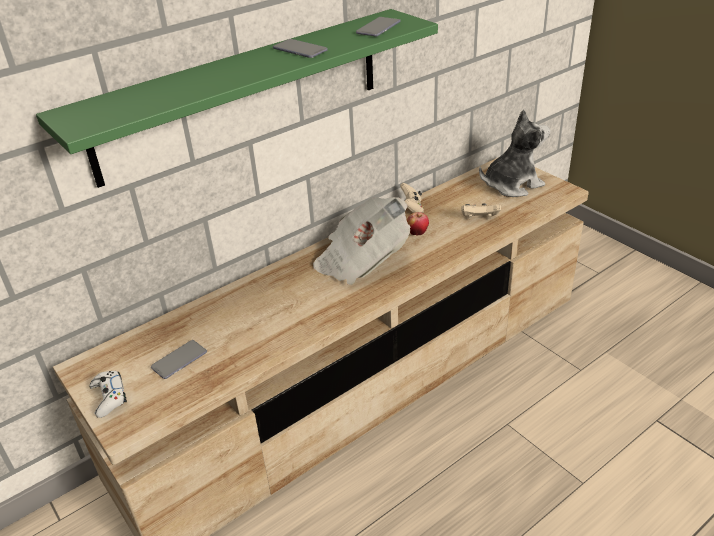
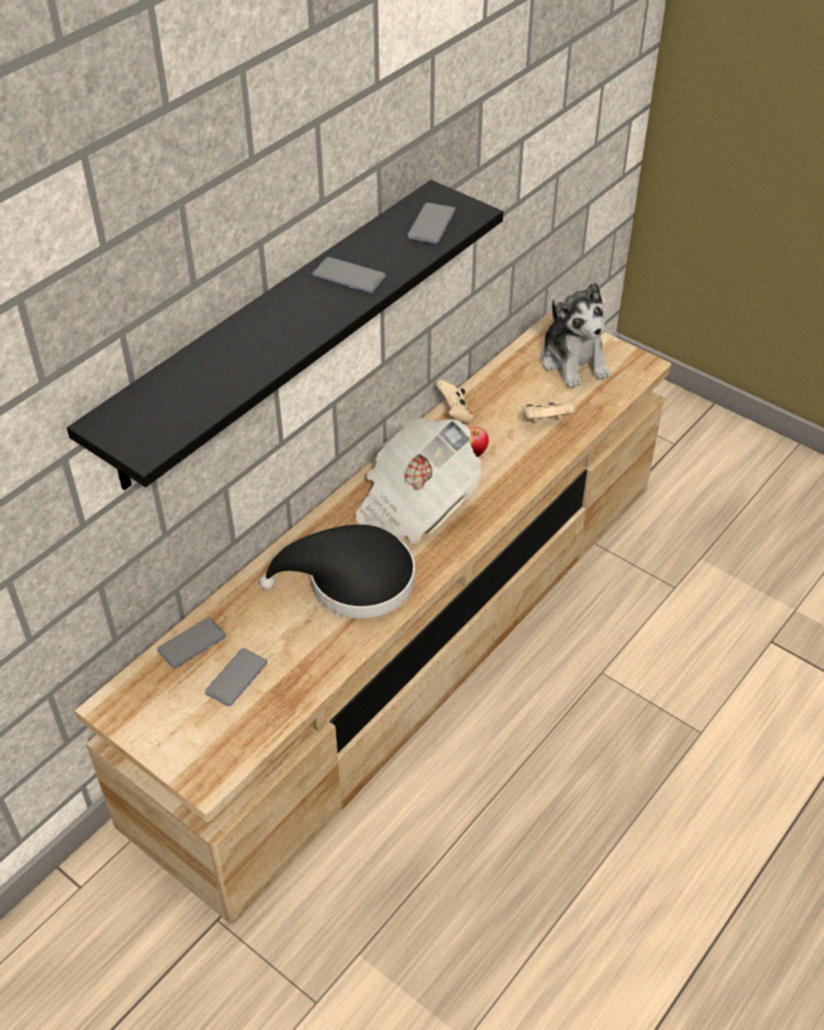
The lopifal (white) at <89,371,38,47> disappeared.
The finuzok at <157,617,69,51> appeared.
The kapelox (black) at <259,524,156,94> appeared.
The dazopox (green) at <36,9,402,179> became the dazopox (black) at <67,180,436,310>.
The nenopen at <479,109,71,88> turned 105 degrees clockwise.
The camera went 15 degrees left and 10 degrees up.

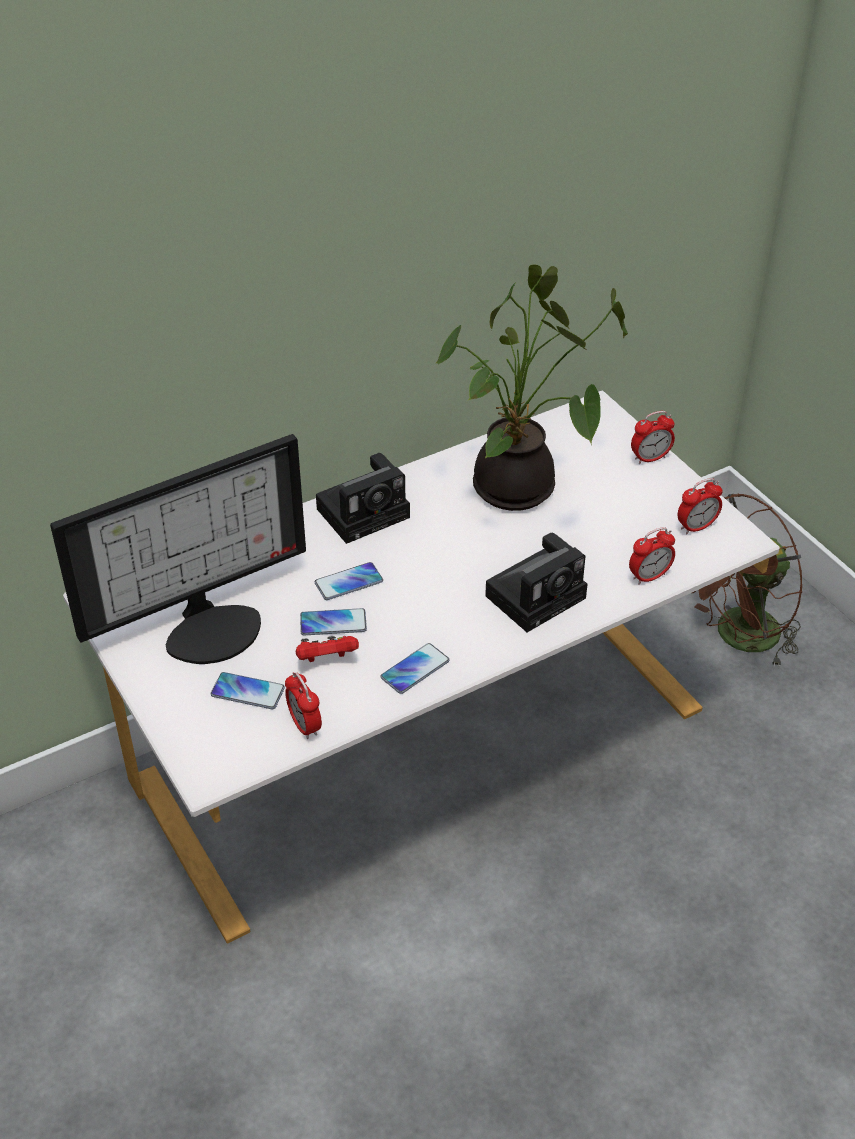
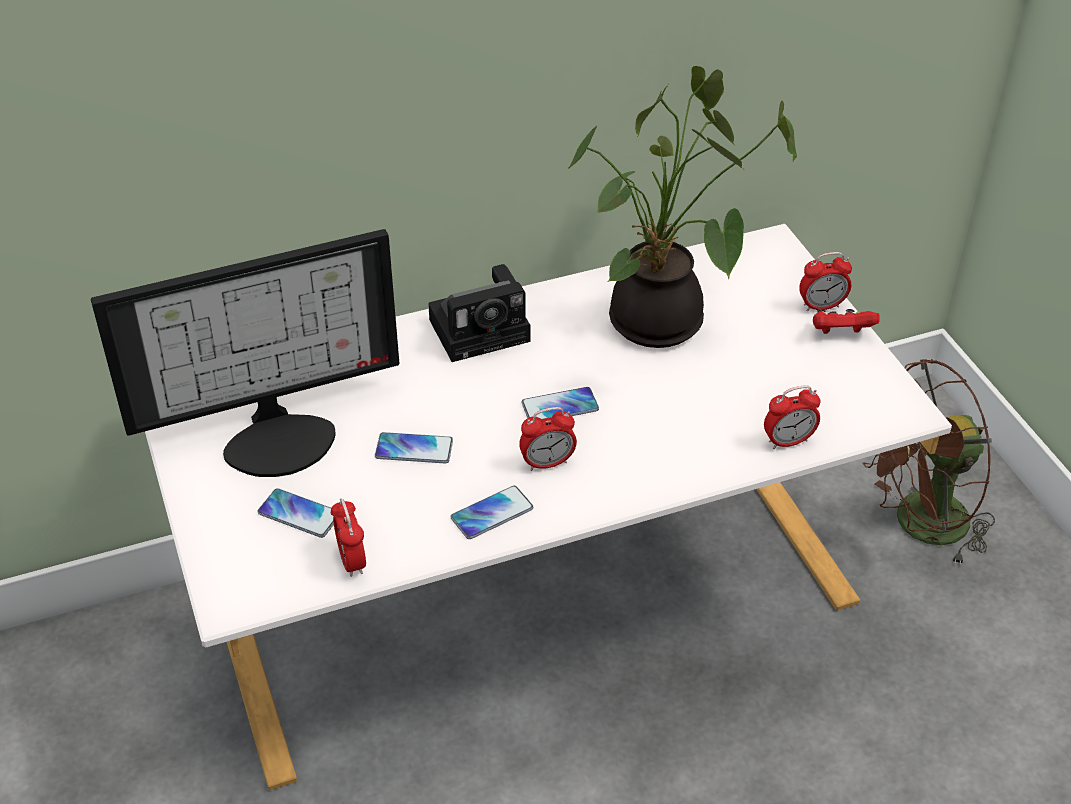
The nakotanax at <485,533,102,99> disappeared.
The lopifal (red) moved from <296,636,63,26> to <813,309,67,25>.
The finuzok moved from <315,562,68,38> to <522,387,77,32>.
The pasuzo moved from <678,478,45,57> to <519,407,58,64>.
The camera went 10 degrees right and 0 degrees up.

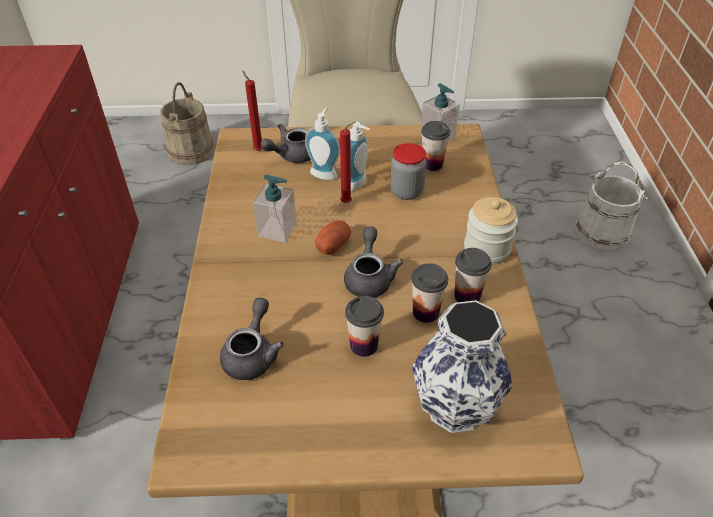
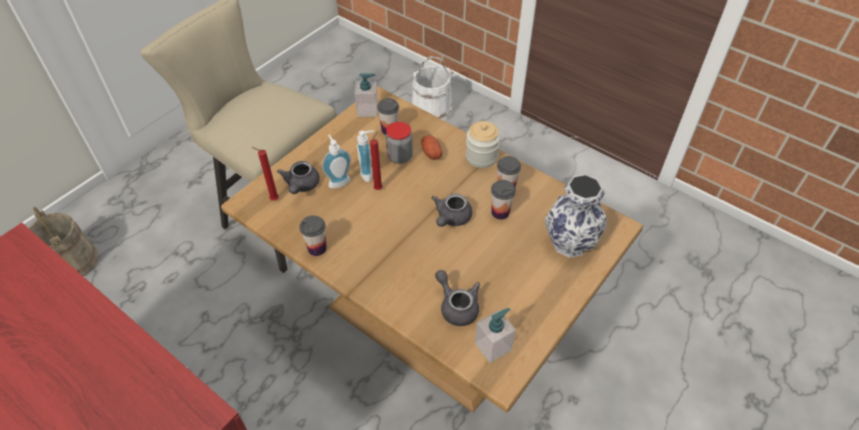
The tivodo moved from <253,175,44,68> to <475,308,41,55>.
The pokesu moved from <315,220,36,35> to <421,135,21,25>.
The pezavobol moved from <345,296,39,61> to <299,215,28,41>.
The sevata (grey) at <344,227,59,71> turned 105 degrees counterclockwise.
The camera went 50 degrees left and 5 degrees up.

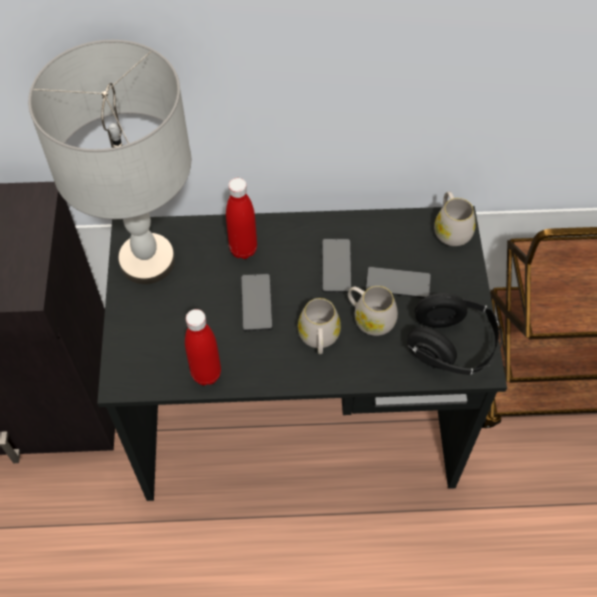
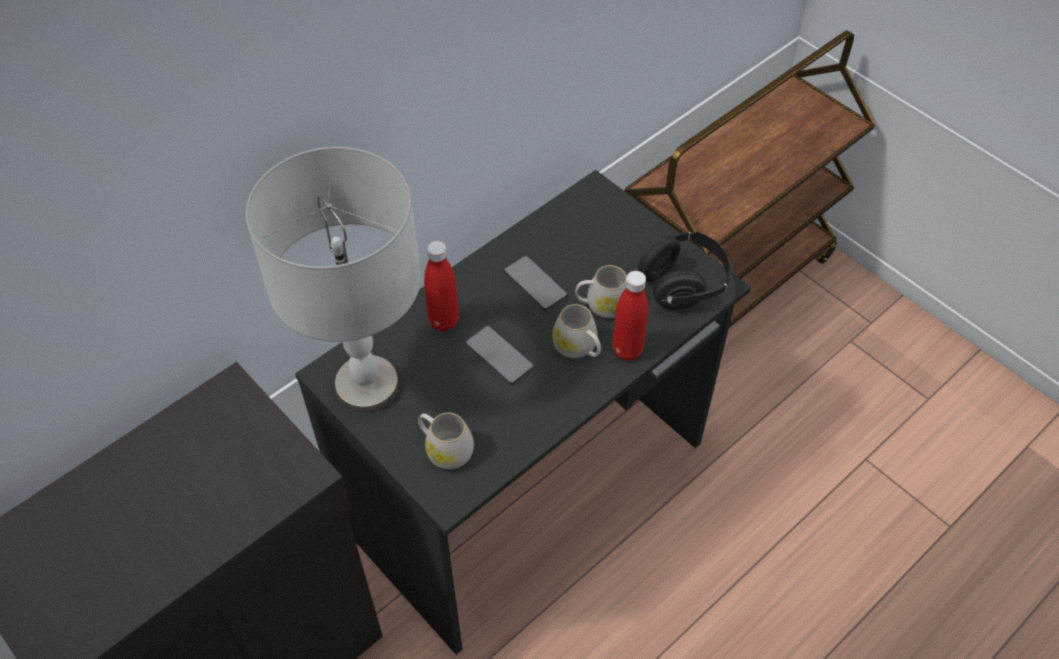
The finuzok at <365,267,66,31> disappeared.
The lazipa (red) moved from <185,309,36,76> to <612,271,36,90>.
The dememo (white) moved from <434,192,42,54> to <418,412,56,57>.
The camera went 40 degrees left and 5 degrees down.

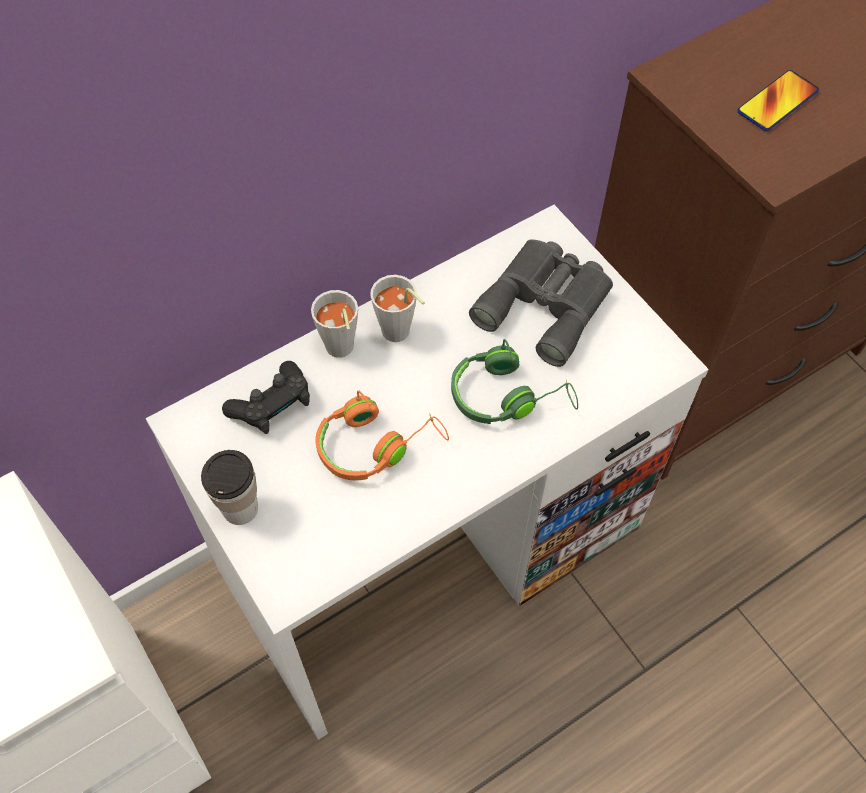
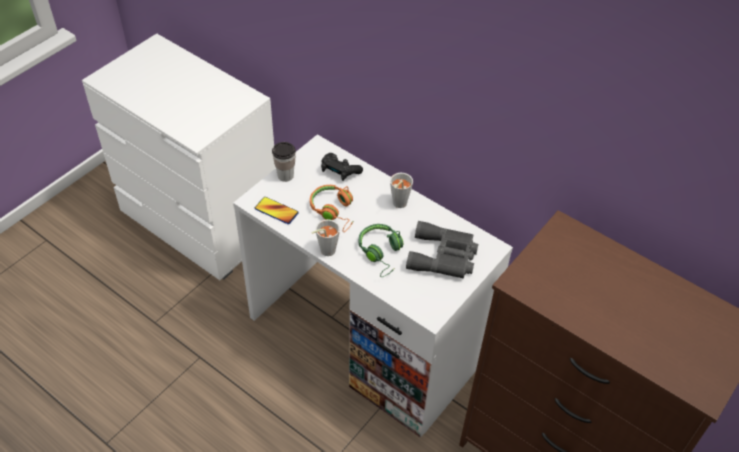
The pezavobol (grey) moved from <311,290,47,68> to <311,219,29,37>.
The finuzok moved from <737,70,82,61> to <255,197,44,27>.
The camera went 70 degrees right and 10 degrees down.

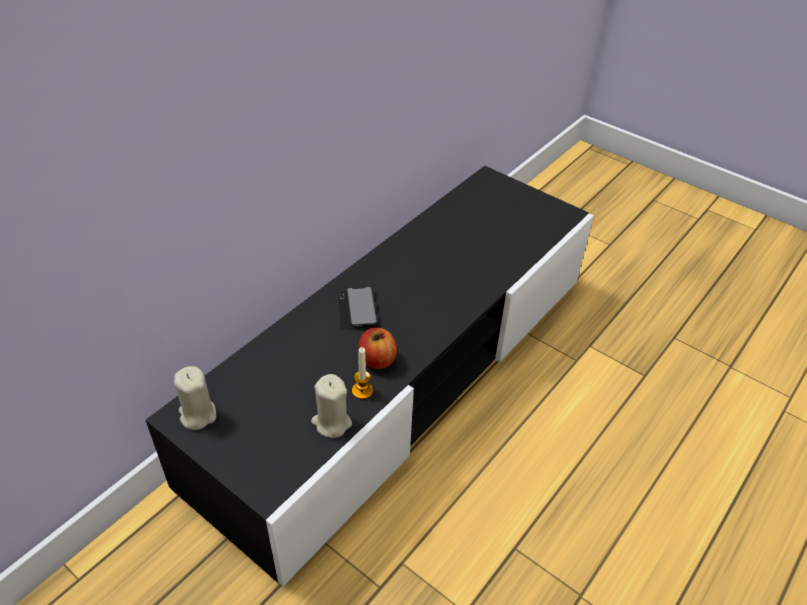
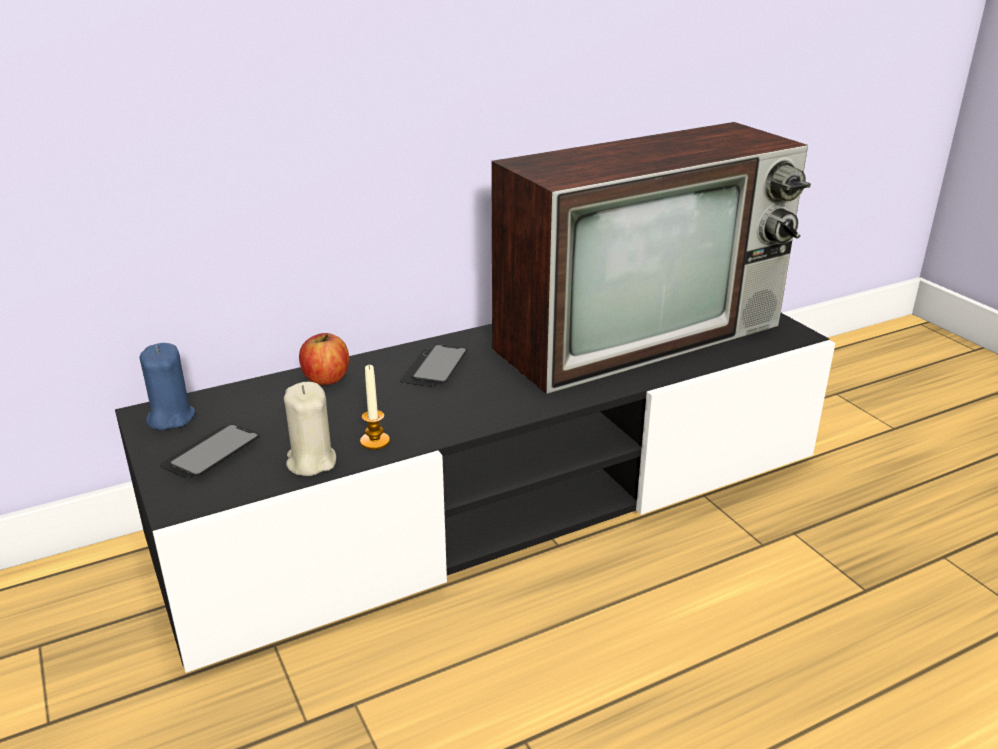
The finuzok at <160,424,100,54> appeared.
The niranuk at <491,122,320,272> appeared.
The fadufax moved from <359,327,38,42> to <299,333,50,52>.
The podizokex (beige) at <174,366,42,64> became the podizokex (blue) at <139,343,56,87>.
The camera went 25 degrees right and 15 degrees down.

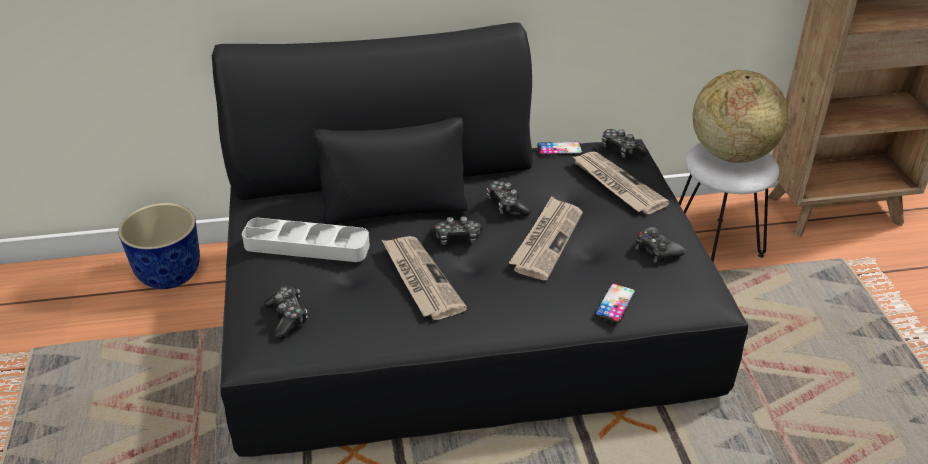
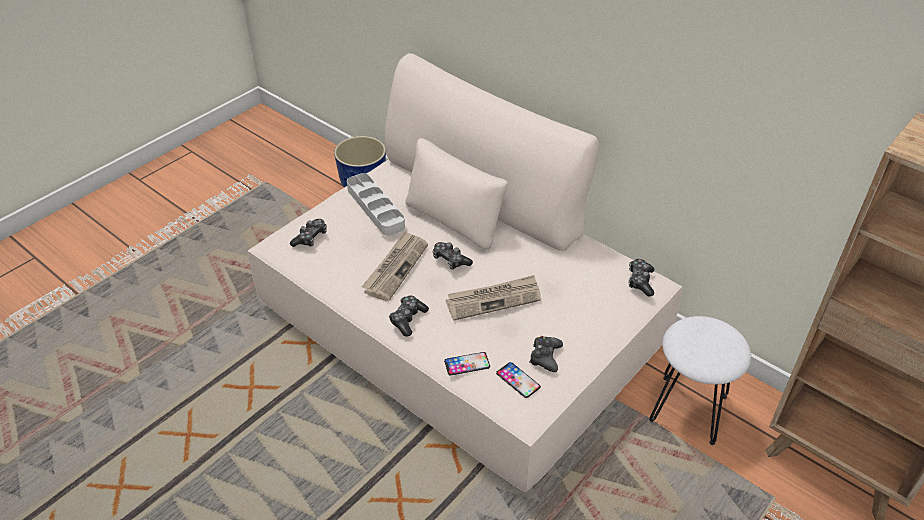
The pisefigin at <572,151,98,63> disappeared.
The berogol at <693,70,95,93> disappeared.
The lopifal moved from <486,180,45,36> to <389,296,40,40>.
The finuzok moved from <537,142,46,13> to <496,362,45,36>.
The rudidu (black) at <212,22,536,435> became the rudidu (beige) at <248,53,434,439>.
The camera went 50 degrees right and 5 degrees up.

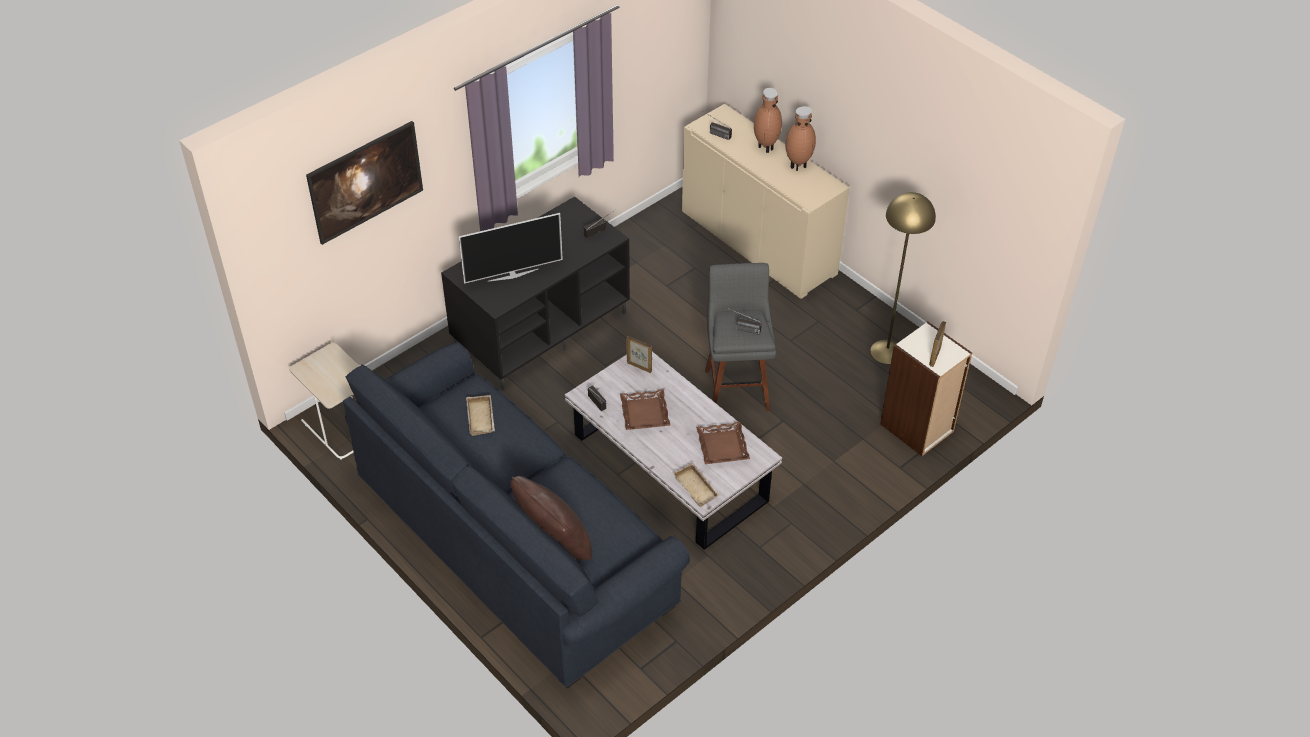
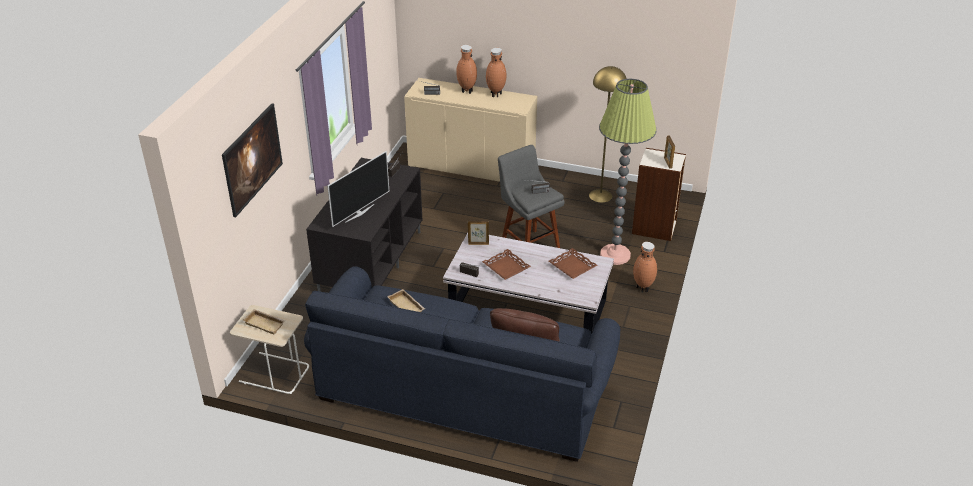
The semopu at <599,79,58,186> appeared.
The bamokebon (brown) at <633,242,24,51> appeared.
The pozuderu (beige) moved from <673,463,47,44> to <243,309,42,26>.
The camera went 30 degrees left and 10 degrees down.

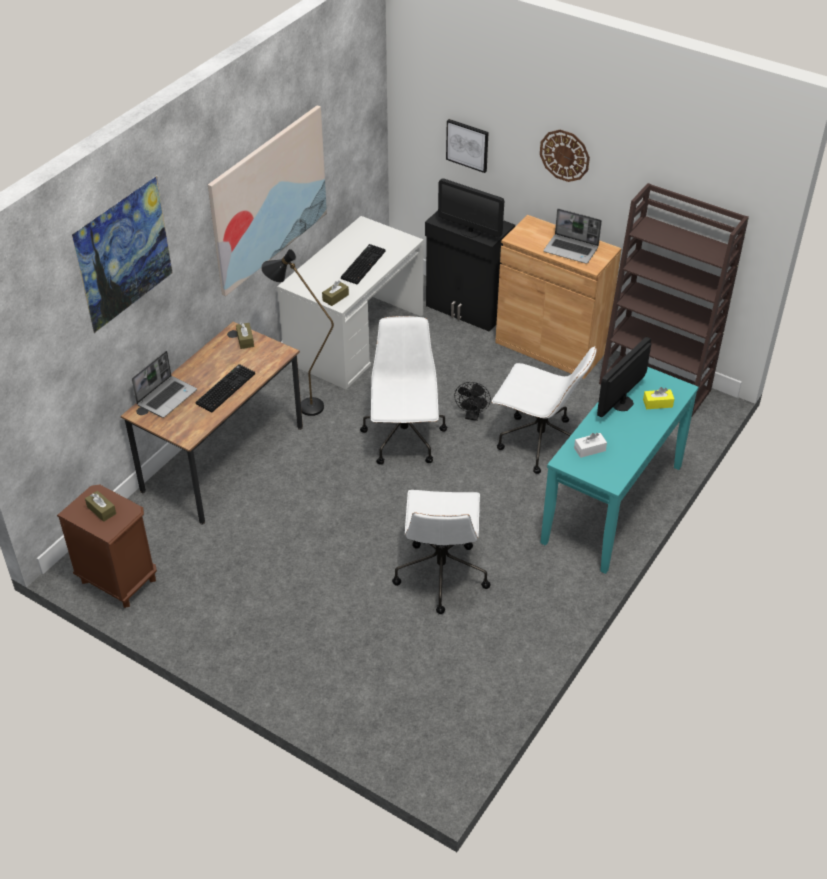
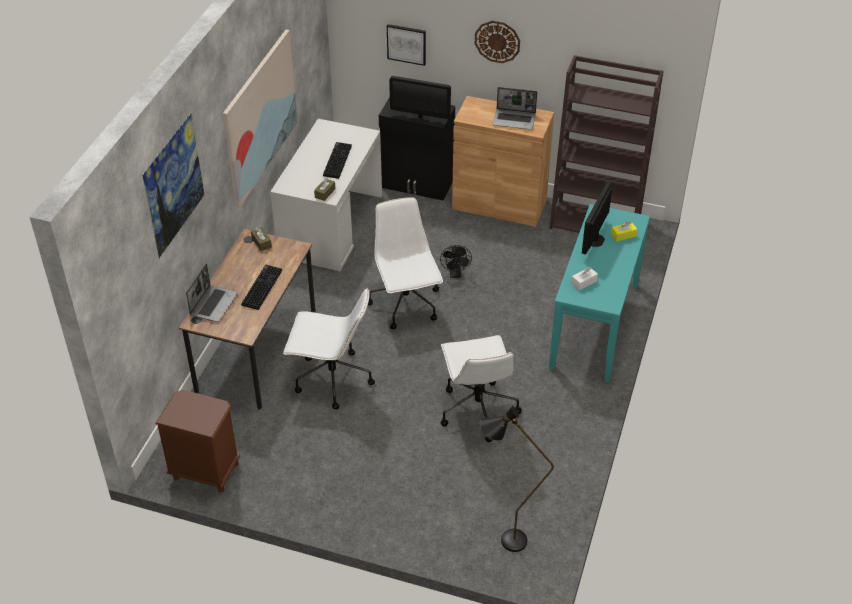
The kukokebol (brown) at <85,491,31,31> disappeared.
The semopu (black) moved from <261,249,73,167> to <480,406,74,146>.
The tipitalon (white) moved from <492,346,104,128> to <283,288,92,121>.
The camera went 15 degrees left and 0 degrees up.

